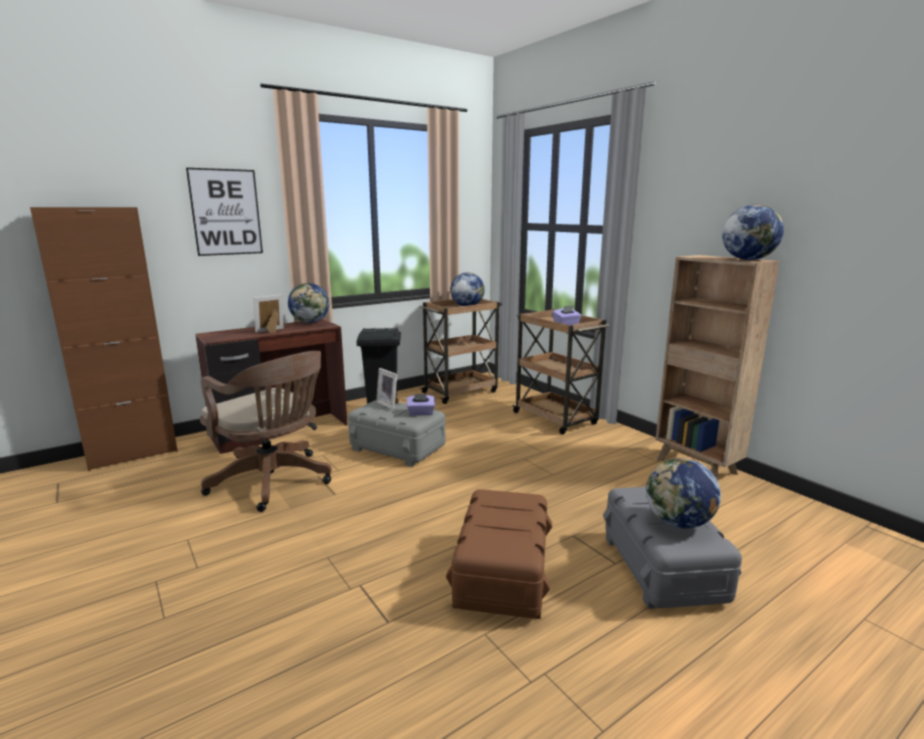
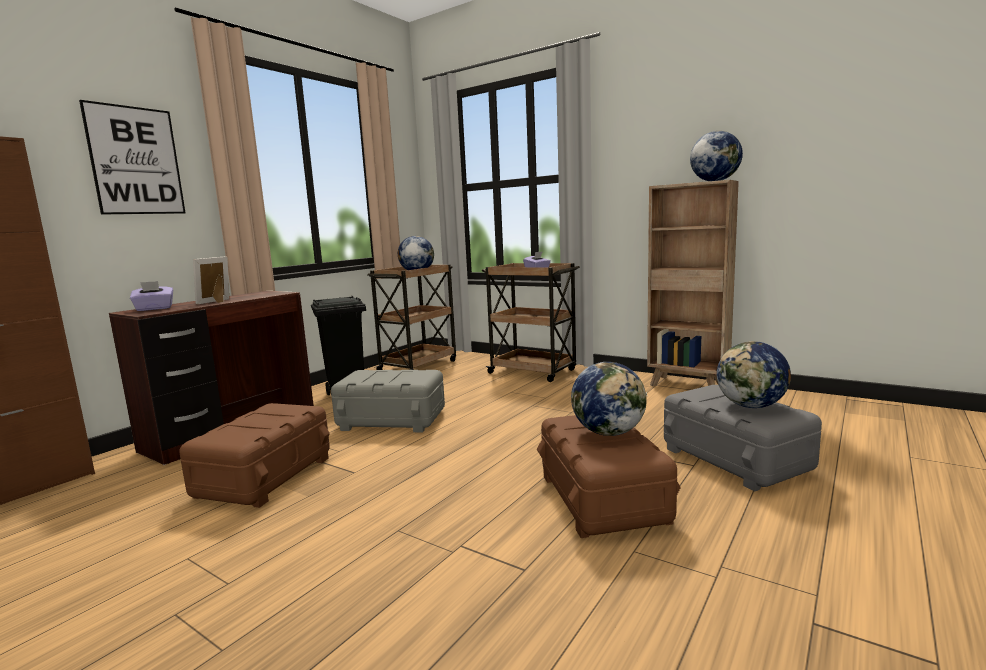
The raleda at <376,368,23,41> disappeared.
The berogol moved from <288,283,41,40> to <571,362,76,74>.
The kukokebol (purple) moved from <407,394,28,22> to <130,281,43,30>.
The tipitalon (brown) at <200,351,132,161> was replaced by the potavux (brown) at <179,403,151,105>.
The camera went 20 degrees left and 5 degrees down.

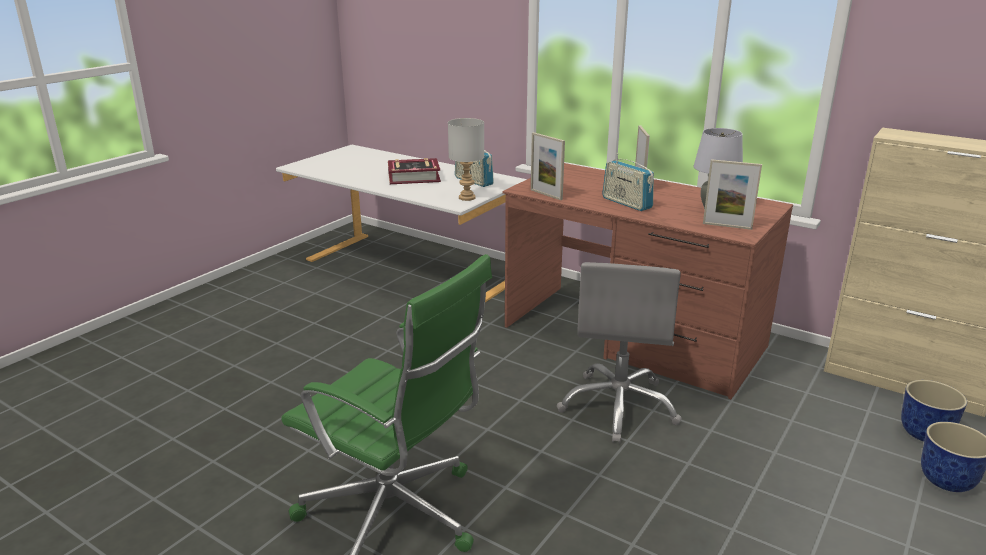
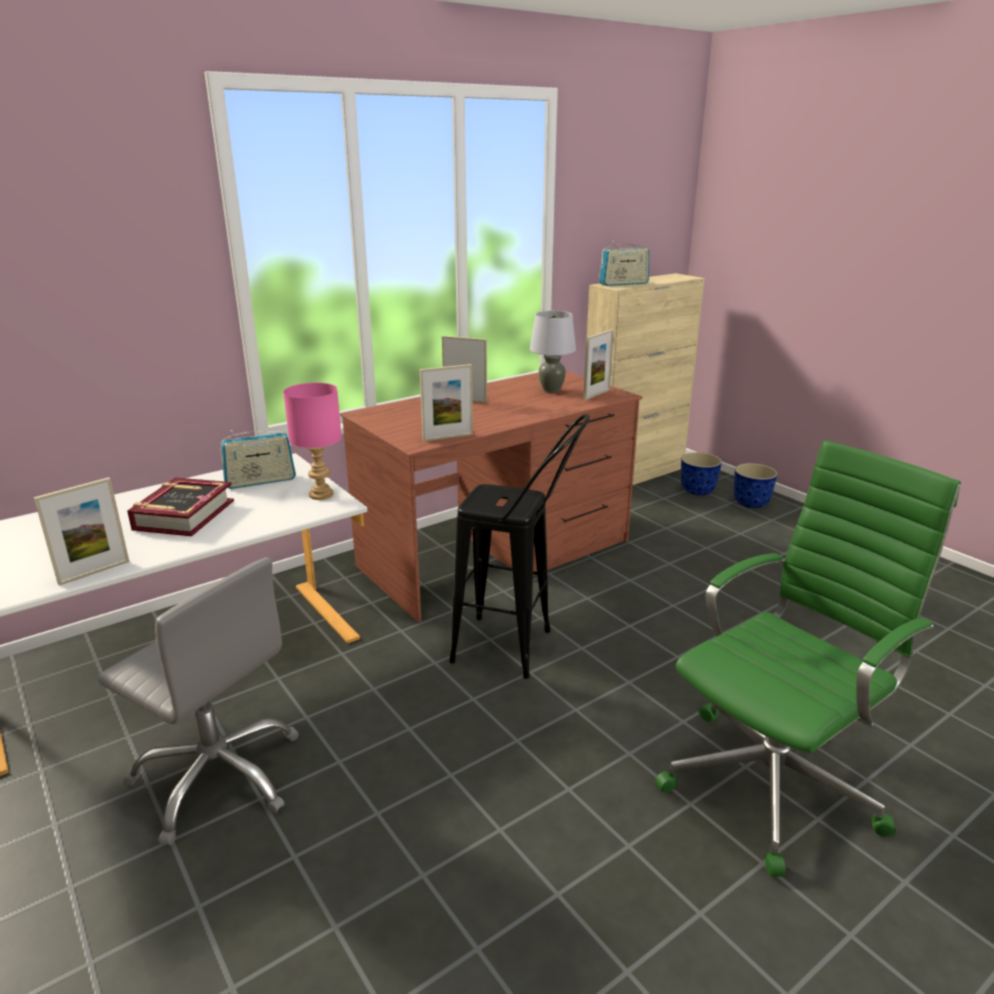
The raleda at <34,477,96,109> appeared.
The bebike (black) at <449,414,141,265> appeared.
The tipitalon (grey) moved from <557,262,125,181> to <98,557,201,288>.
The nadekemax moved from <602,153,52,58> to <599,241,50,45>.
The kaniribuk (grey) at <448,118,36,83> became the kaniribuk (pink) at <283,383,59,117>.
The camera went 70 degrees left and 0 degrees up.

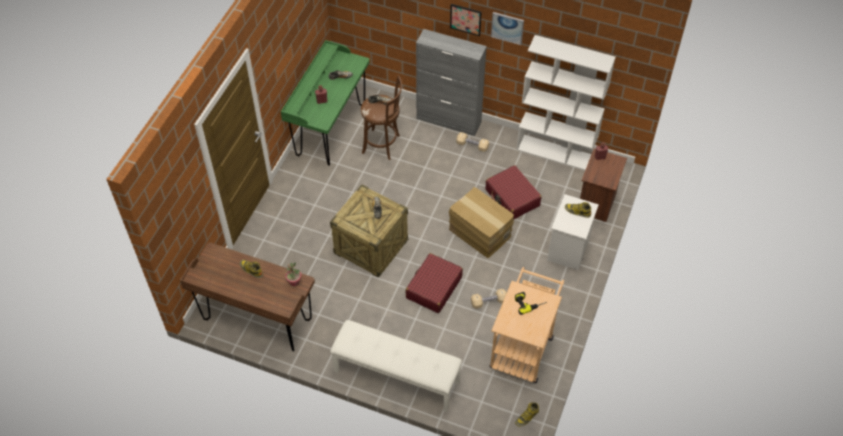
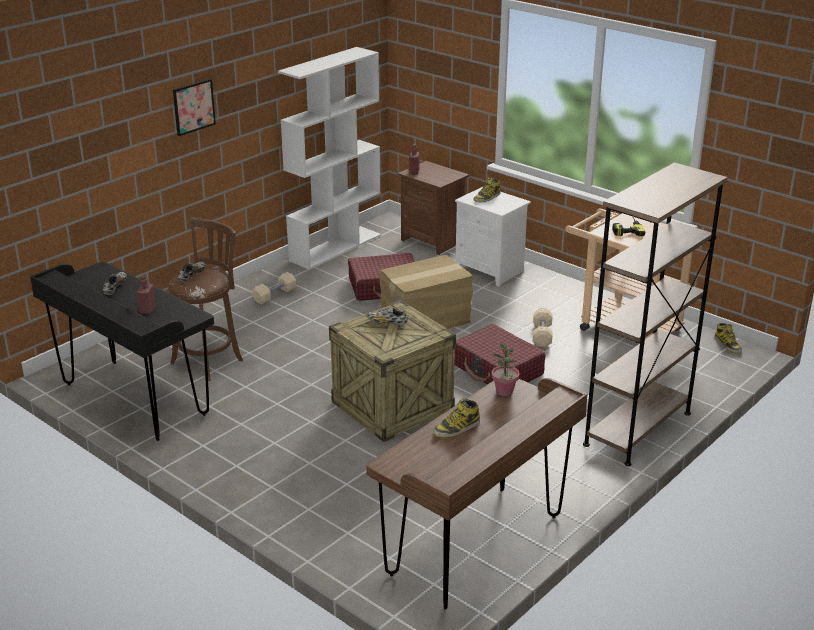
The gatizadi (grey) at <416,29,71,107> disappeared.
The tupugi at <491,12,33,33> disappeared.
The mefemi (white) at <330,320,132,92> was replaced by the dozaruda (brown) at <583,162,145,304>.
The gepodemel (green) at <281,40,89,126> became the gepodemel (black) at <30,261,184,180>.
The camera went 70 degrees left and 25 degrees down.

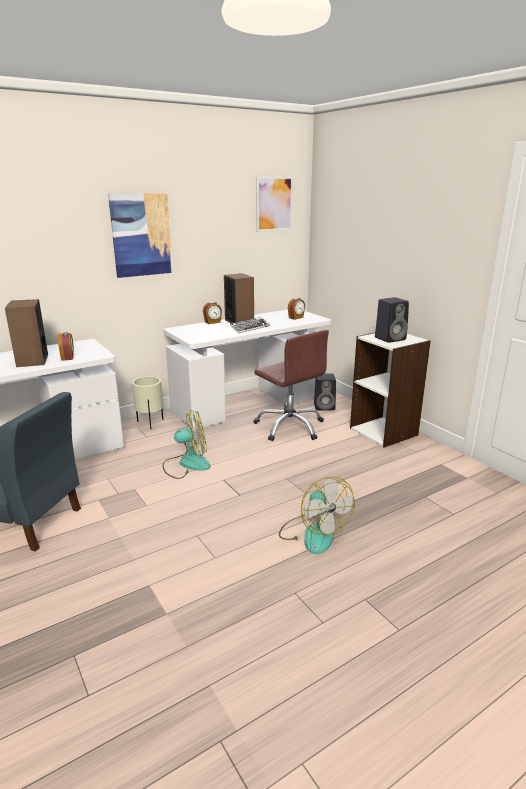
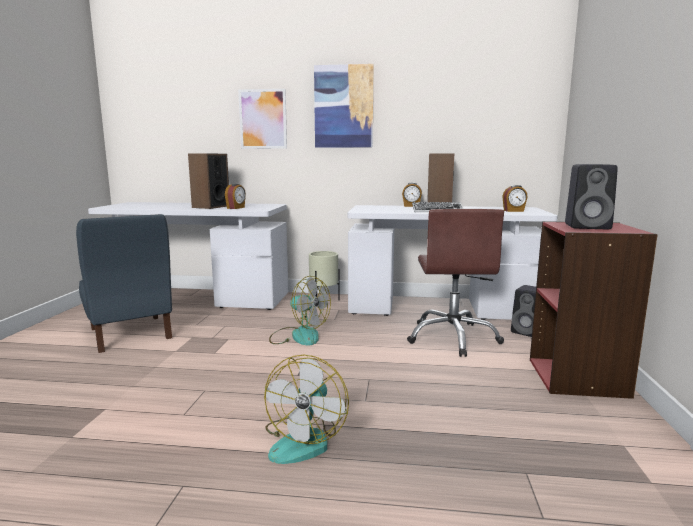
The tupugi moved from <256,176,37,56> to <238,89,49,60>.
The dozaruda (white) at <350,333,81,115> became the dozaruda (red) at <530,221,128,178>.
The camera went 40 degrees right and 10 degrees down.

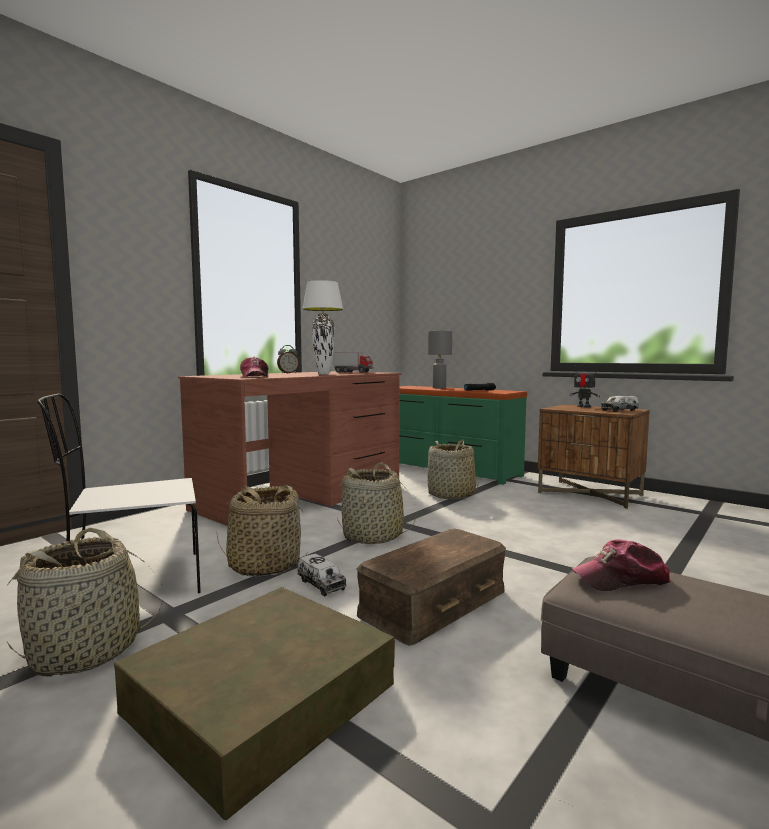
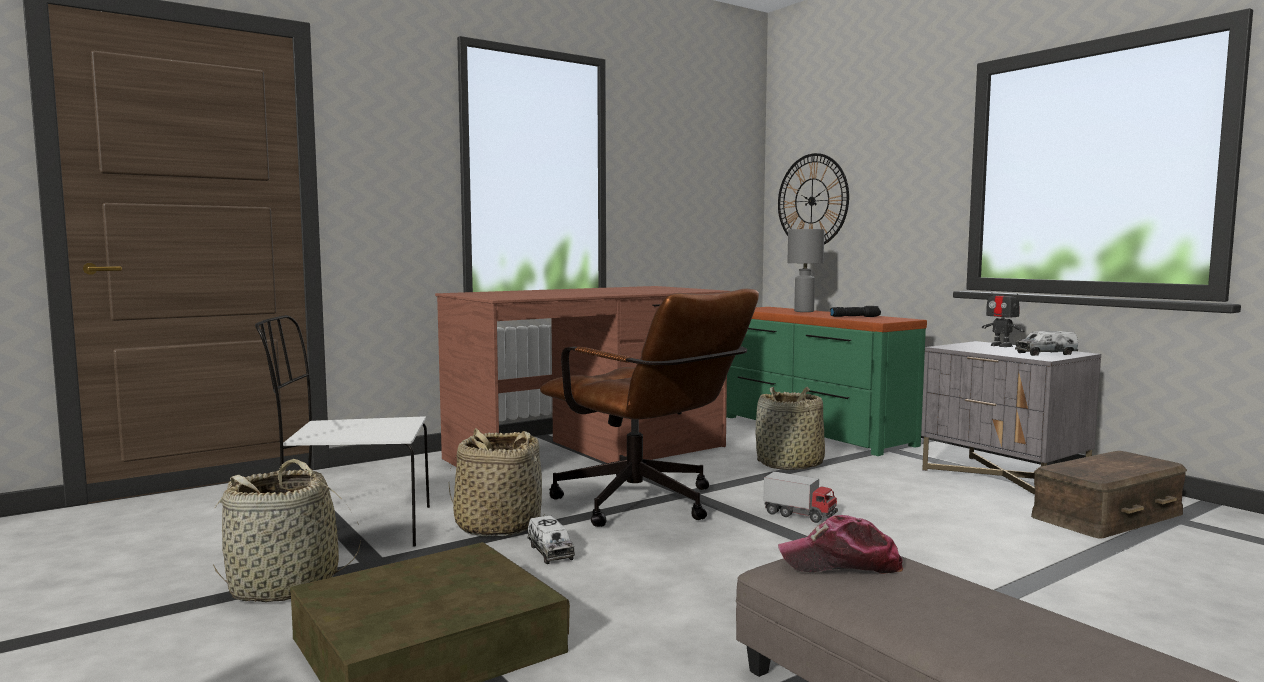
The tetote at <240,357,28,21> disappeared.
The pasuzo at <277,345,22,29> disappeared.
The kaniribuk (white) at <302,280,41,95> disappeared.
The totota at <778,153,71,92> appeared.
The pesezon moved from <334,352,39,21> to <764,471,74,52>.
The potavux (brown) moved from <356,529,150,117> to <1031,451,156,87>.
The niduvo at <335,462,81,82> was replaced by the tipitalon (brown) at <540,289,219,238>.
The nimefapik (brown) at <538,405,112,104> became the nimefapik (grey) at <921,341,180,154>.
The camera went 15 degrees right and 0 degrees up.

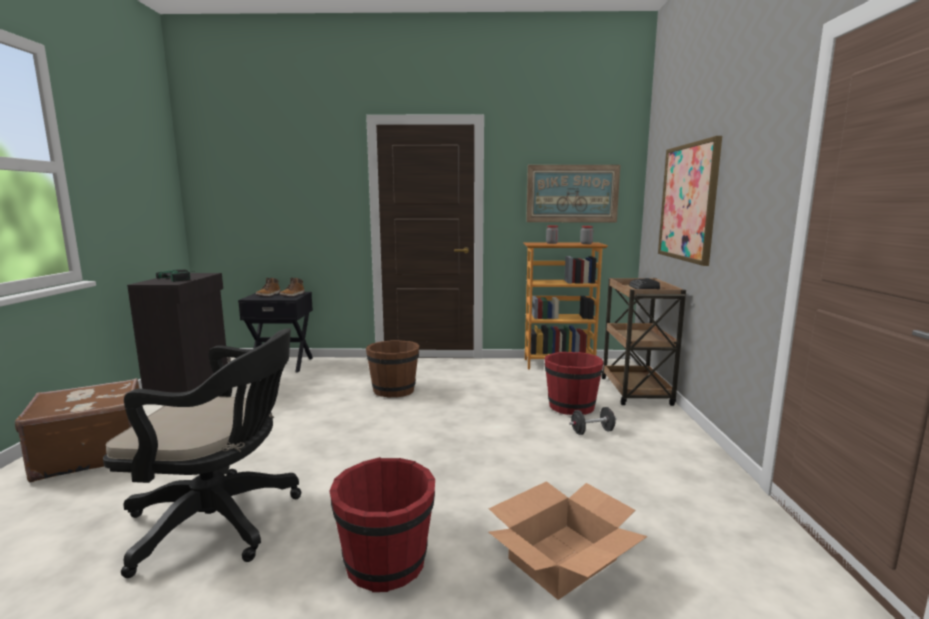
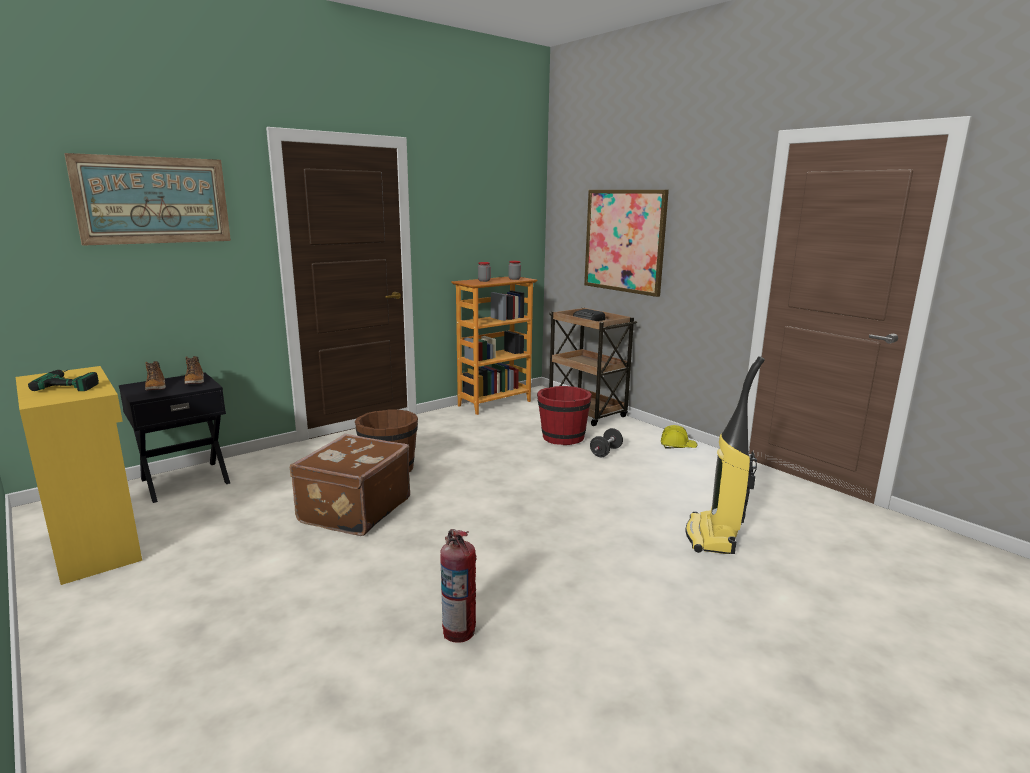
The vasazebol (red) at <329,457,106,135> disappeared.
The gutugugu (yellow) at <661,425,37,24> appeared.
The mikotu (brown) moved from <15,378,125,104> to <290,434,120,102>.
The tupugi moved from <526,165,94,57> to <64,153,167,93>.
The tipitalon (black) at <103,328,198,250> was replaced by the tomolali at <440,529,37,114>.
The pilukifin at <489,481,159,119> was replaced by the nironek at <685,356,80,198>.
The gatizadi (black) at <127,273,104,120> became the gatizadi (yellow) at <16,366,126,219>.
The camera went 40 degrees left and 5 degrees up.

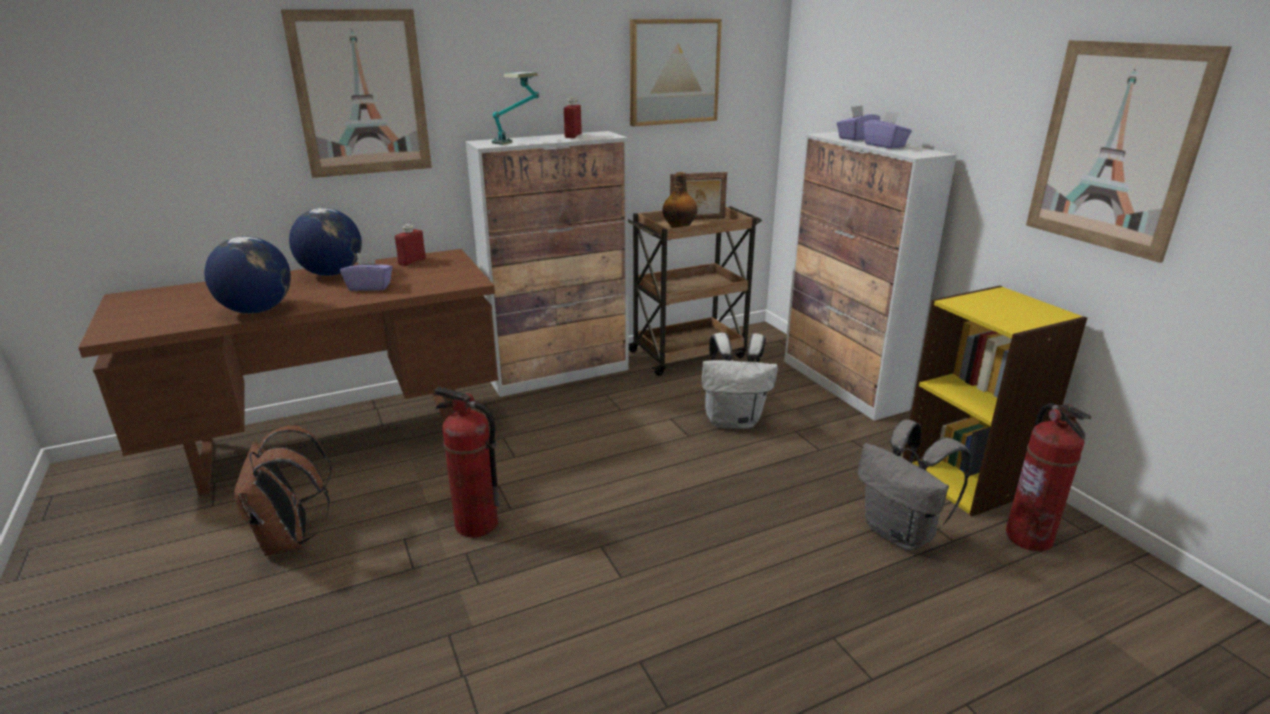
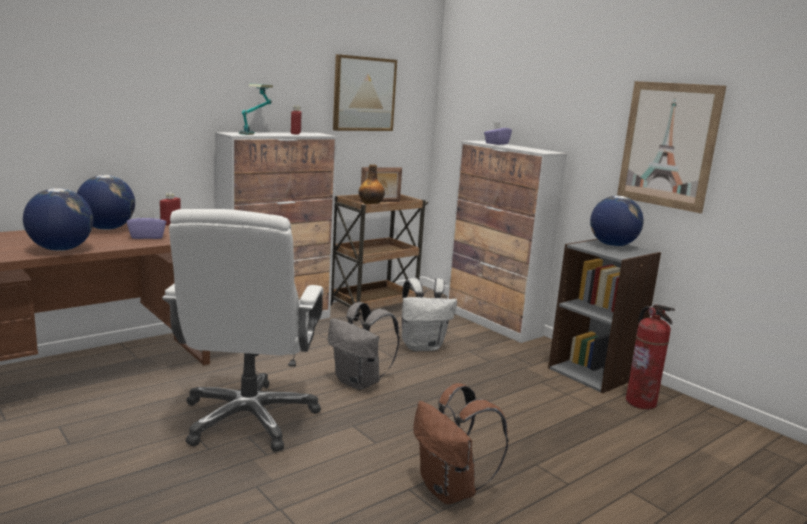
The tupugi at <281,9,151,169> disappeared.
The kukokebol (purple) at <863,111,49,38> disappeared.
The berogol at <590,196,54,51> appeared.
The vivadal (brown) moved from <234,425,98,131> to <413,383,96,121>.
The vivadal (grey) moved from <858,419,113,132> to <328,302,72,88>.
The tomolali at <434,387,66,150> was replaced by the tipitalon (white) at <162,209,162,242>.
The dozaruda (yellow) at <903,286,184,231> became the dozaruda (grey) at <548,239,113,154>.
The camera went 15 degrees left and 10 degrees down.

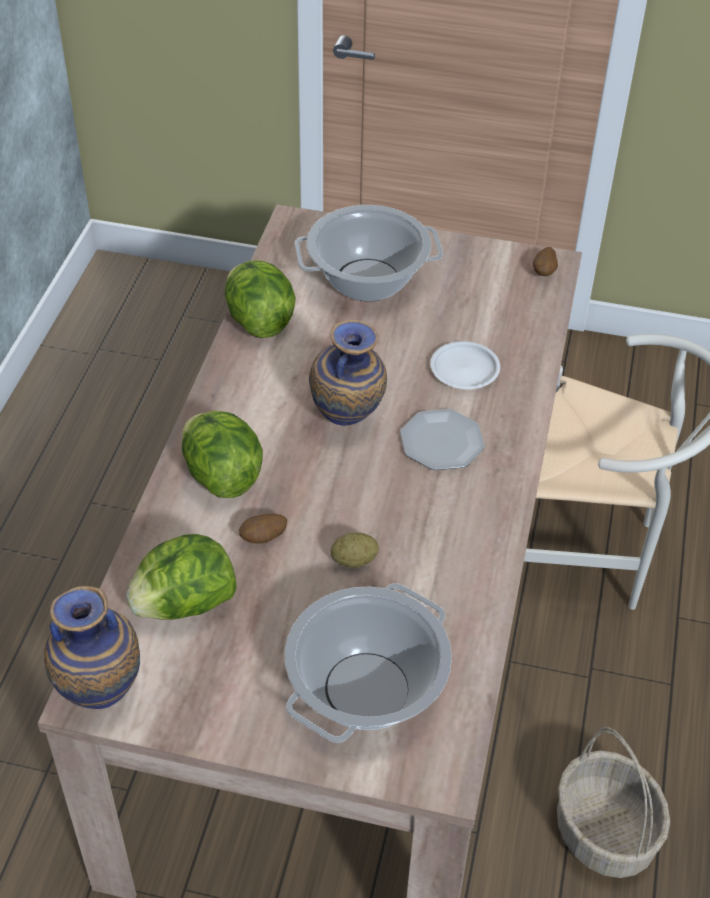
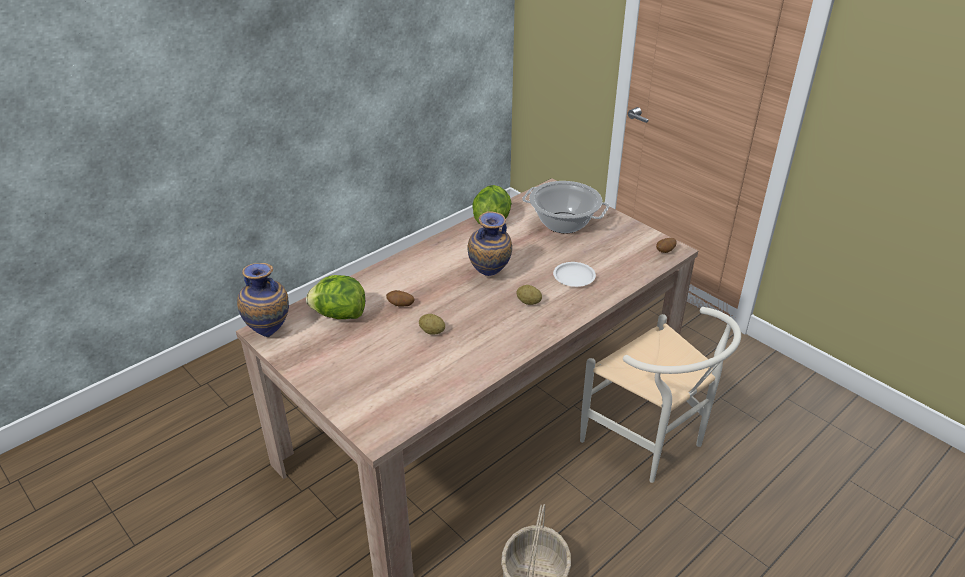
The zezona at <182,411,81,87> disappeared.
The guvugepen at <284,583,168,160> disappeared.
The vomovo at <400,409,85,61> was replaced by the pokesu at <517,285,25,20>.
The camera went 35 degrees right and 10 degrees down.

